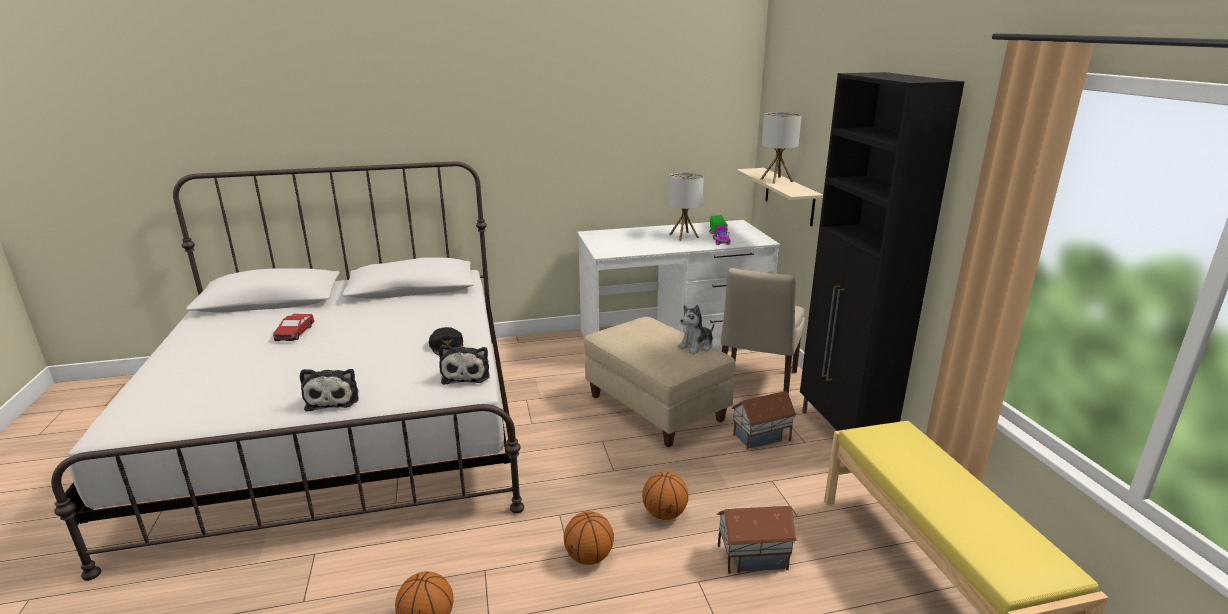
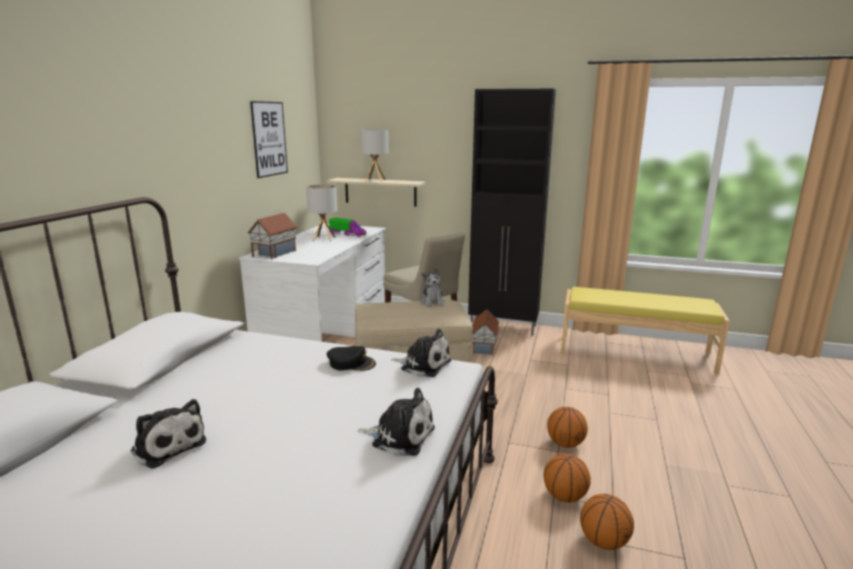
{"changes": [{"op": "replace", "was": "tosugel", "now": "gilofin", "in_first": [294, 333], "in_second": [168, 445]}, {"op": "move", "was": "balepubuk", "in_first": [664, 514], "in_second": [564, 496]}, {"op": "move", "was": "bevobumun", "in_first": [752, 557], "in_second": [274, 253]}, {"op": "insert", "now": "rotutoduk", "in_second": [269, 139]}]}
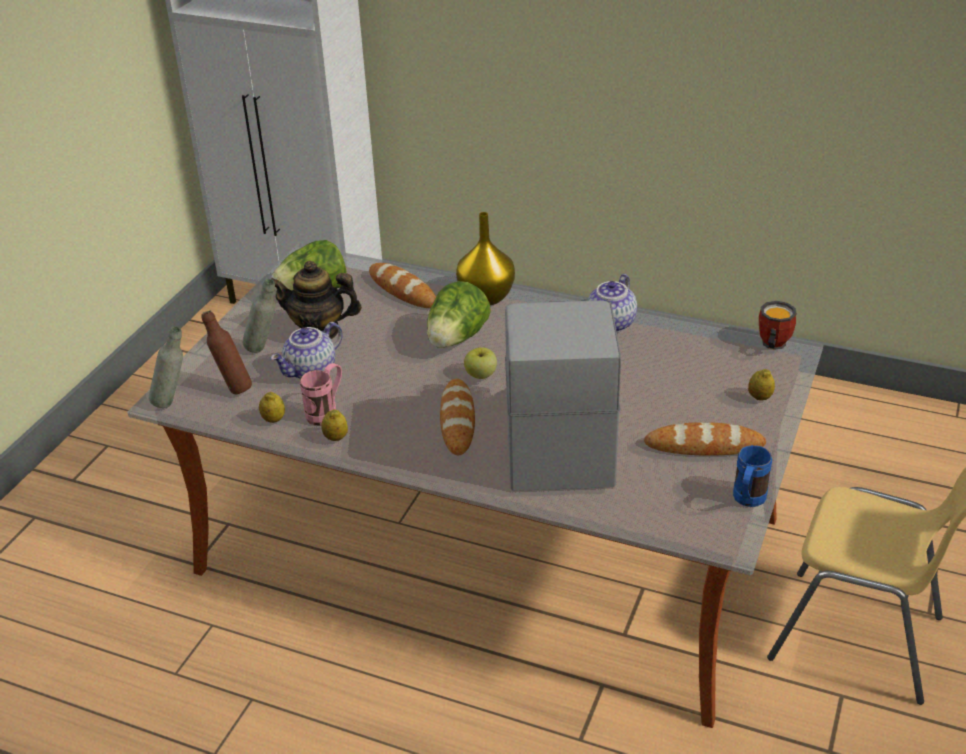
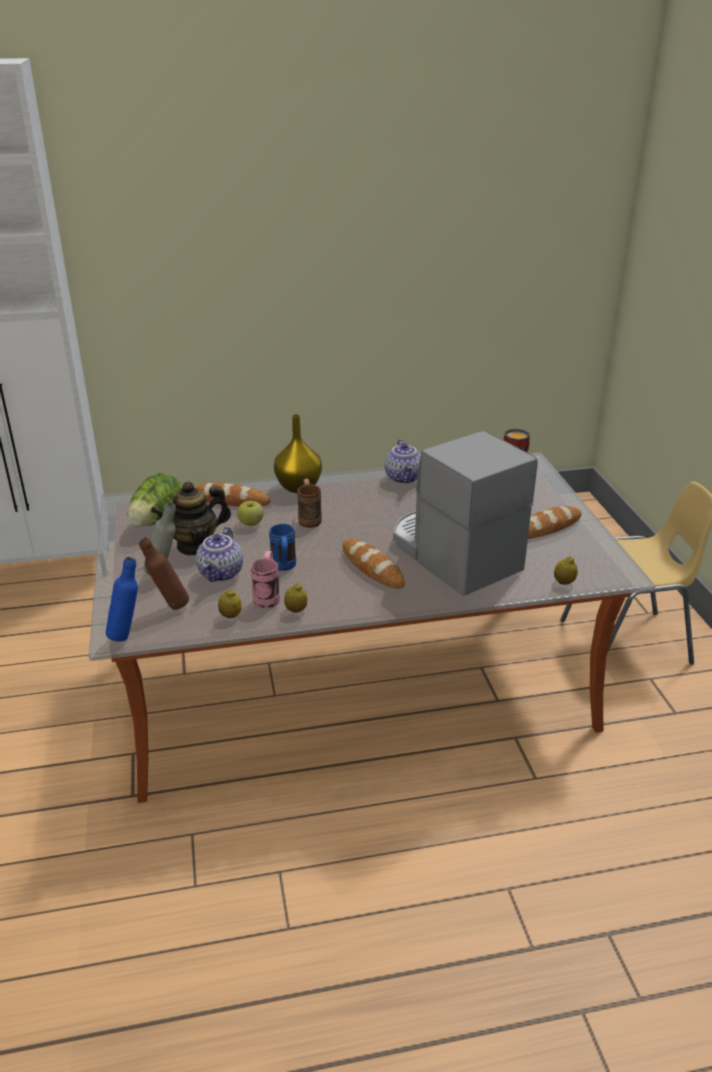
{"changes": [{"op": "replace", "was": "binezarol", "now": "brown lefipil", "in_first": [456, 339], "in_second": [309, 518]}, {"op": "recolor", "was": "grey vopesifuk", "now": "blue vopesifuk", "in_first": [173, 402], "in_second": [127, 634]}, {"op": "move", "was": "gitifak", "in_first": [481, 375], "in_second": [251, 523]}, {"op": "move", "was": "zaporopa", "in_first": [760, 397], "in_second": [564, 582]}, {"op": "move", "was": "blue lefipil", "in_first": [747, 501], "in_second": [284, 567]}]}
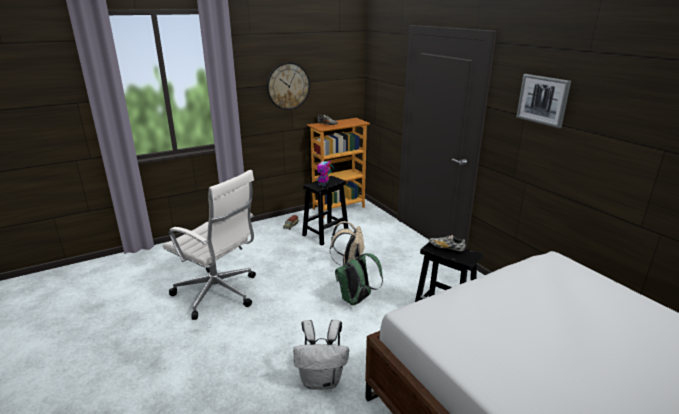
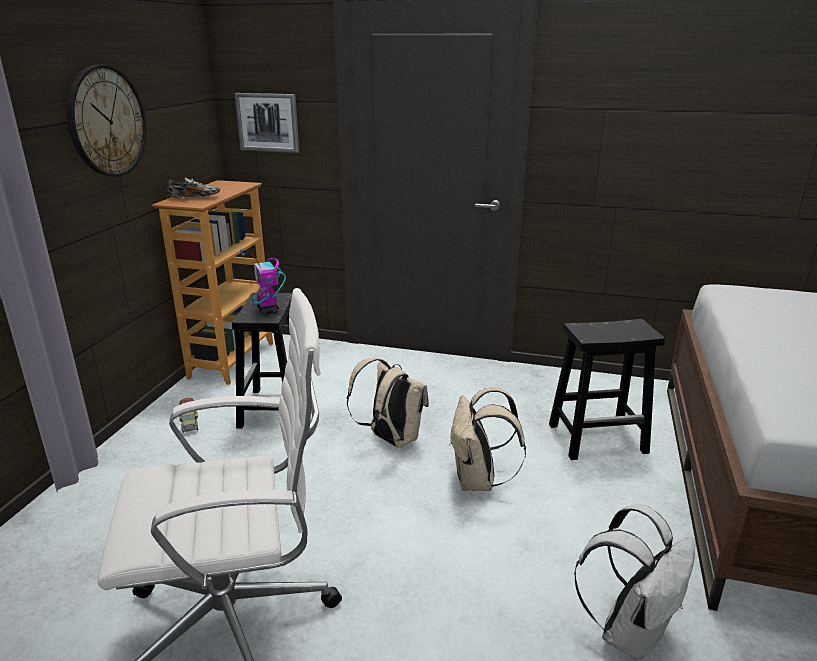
{"changes": [{"op": "move", "was": "rotutoduk", "in_first": [543, 100], "in_second": [268, 122]}, {"op": "delete", "was": "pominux", "in_first": [446, 248]}, {"op": "recolor", "was": "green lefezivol", "now": "beige lefezivol", "in_first": [356, 300], "in_second": [478, 481]}]}
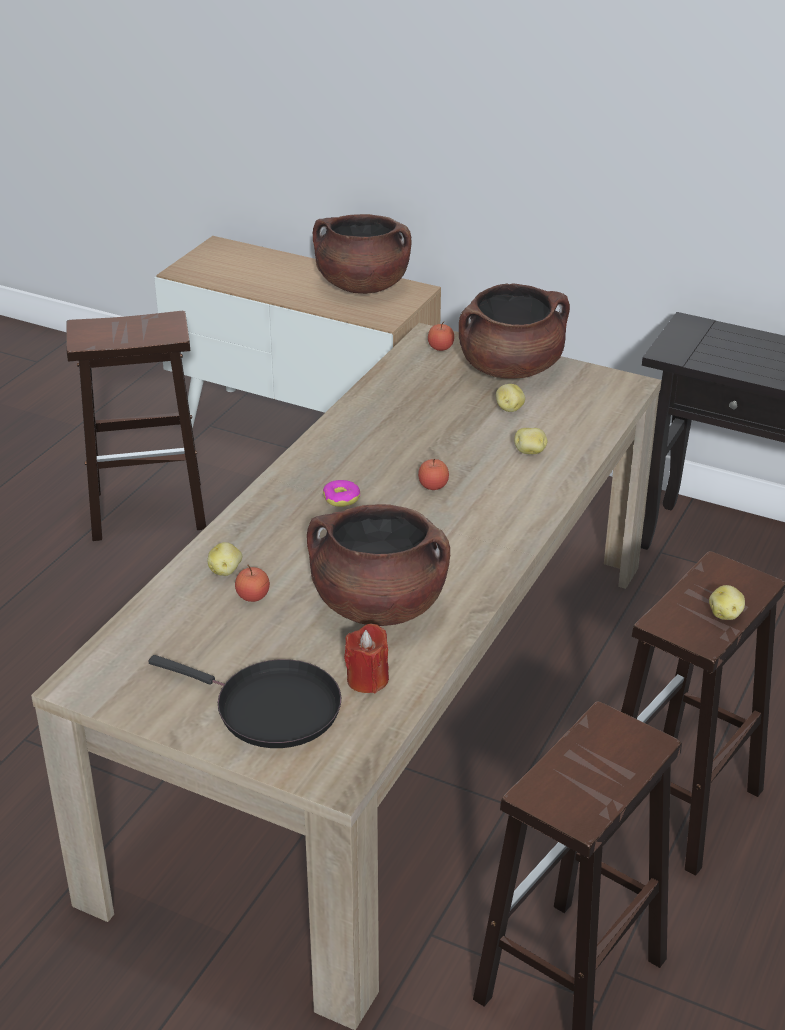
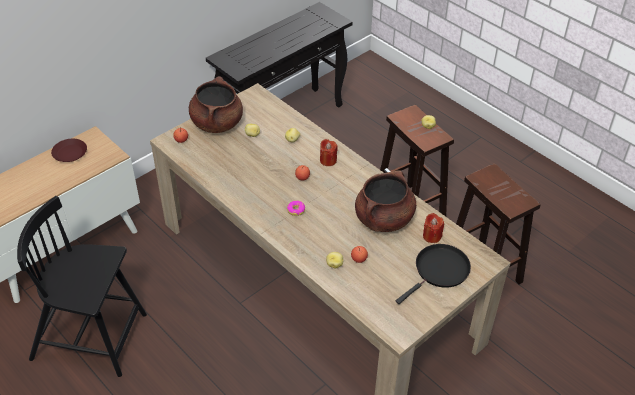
{"changes": [{"op": "replace", "was": "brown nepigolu", "now": "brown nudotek", "in_first": [362, 286], "in_second": [70, 153]}, {"op": "replace", "was": "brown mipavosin", "now": "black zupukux", "in_first": [150, 509], "in_second": [91, 337]}, {"op": "insert", "now": "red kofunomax", "in_second": [328, 160]}]}
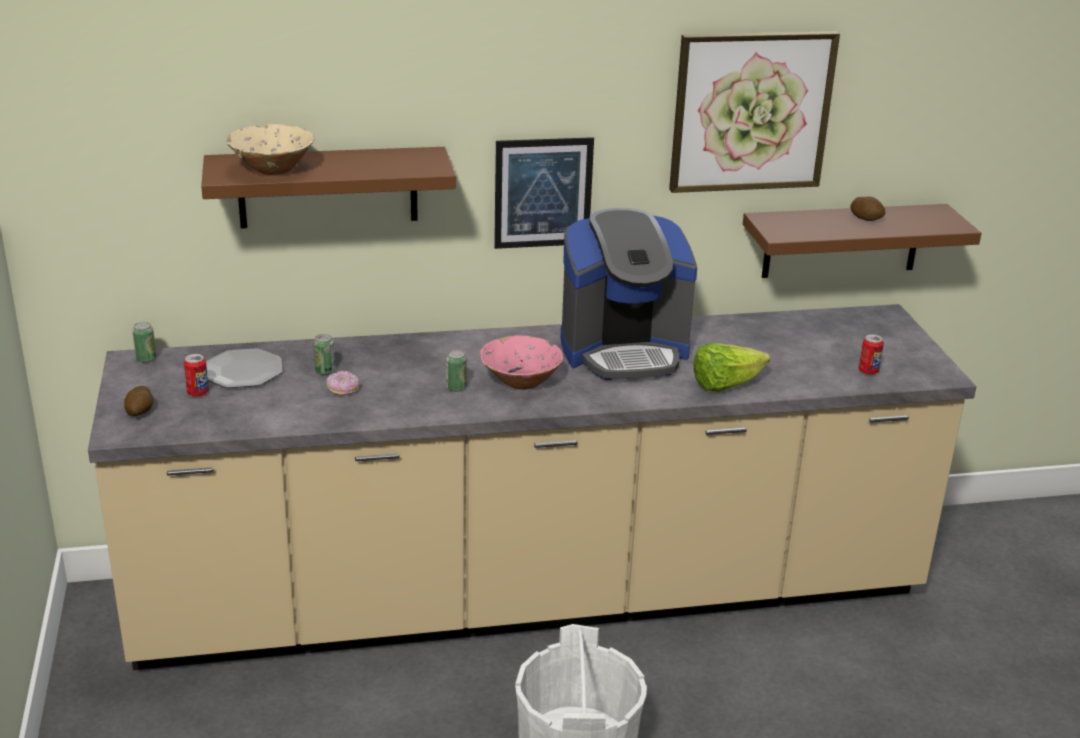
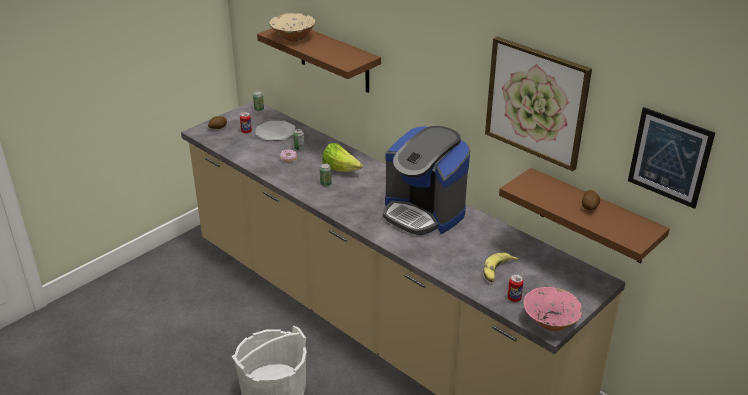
{"changes": [{"op": "move", "was": "rotutoduk", "in_first": [543, 193], "in_second": [669, 157]}, {"op": "move", "was": "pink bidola", "in_first": [521, 382], "in_second": [550, 322]}, {"op": "move", "was": "binezarol", "in_first": [725, 385], "in_second": [340, 169]}, {"op": "insert", "now": "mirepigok", "in_second": [498, 271]}]}
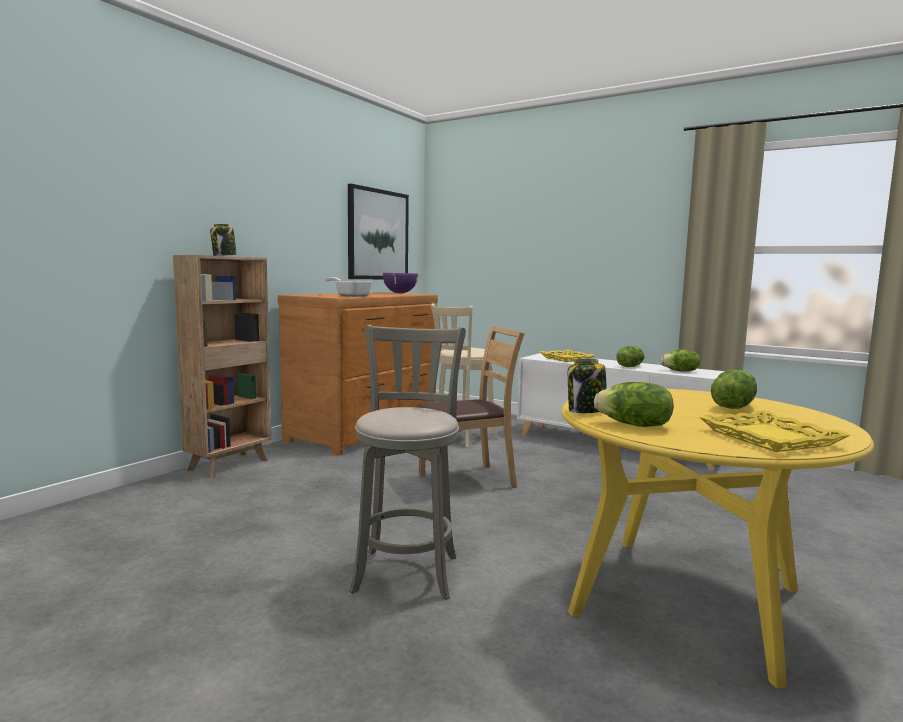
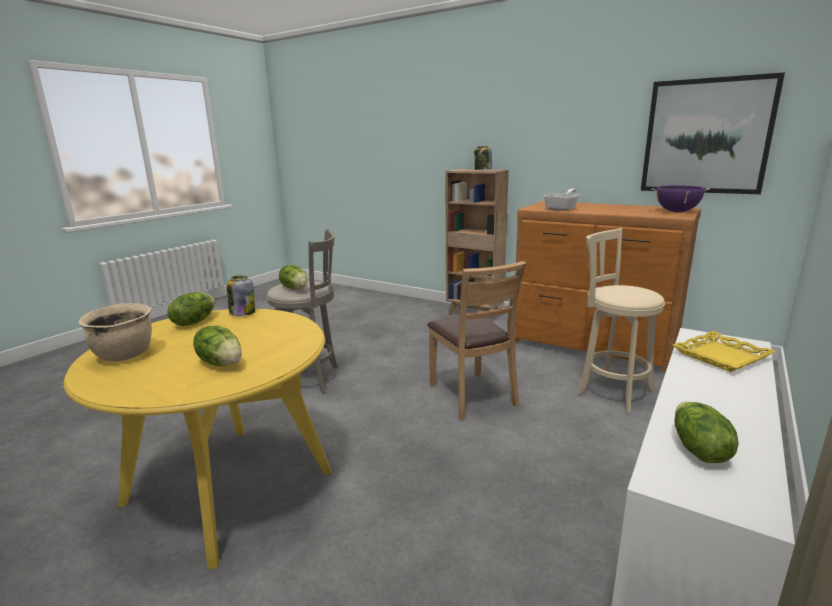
{"changes": [{"op": "move", "was": "binezarol", "in_first": [630, 366], "in_second": [295, 288]}, {"op": "replace", "was": "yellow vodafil", "now": "beige nepigolu", "in_first": [768, 438], "in_second": [125, 355]}]}
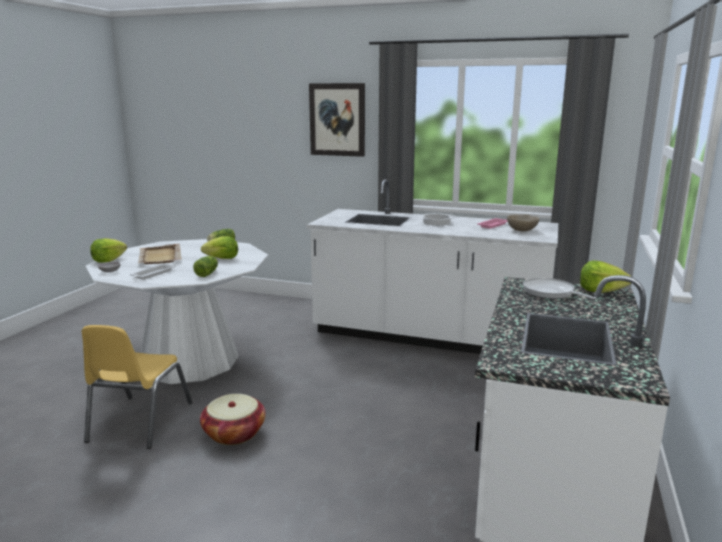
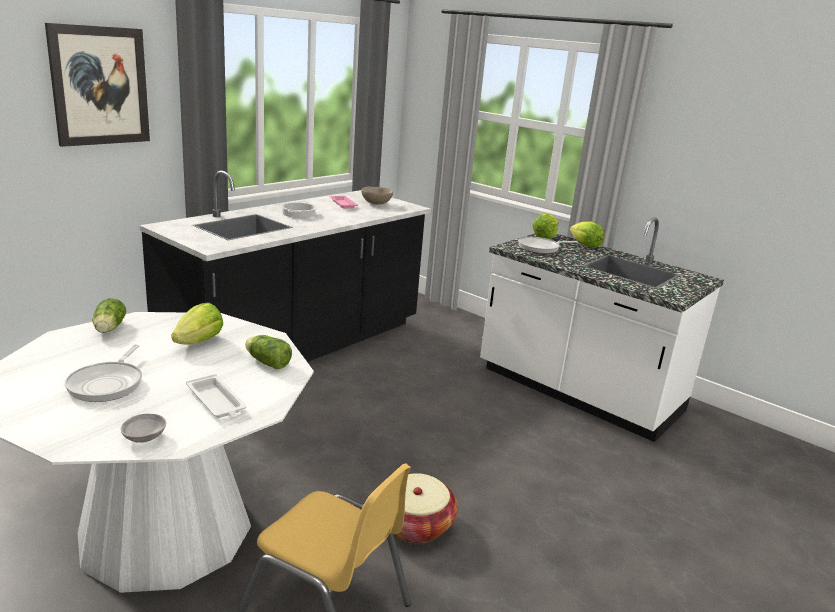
{"changes": [{"op": "recolor", "was": "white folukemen", "now": "black folukemen", "in_first": [429, 336], "in_second": [298, 348]}, {"op": "move", "was": "binezarol", "in_first": [108, 260], "in_second": [585, 245]}, {"op": "replace", "was": "beige vodafil", "now": "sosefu", "in_first": [160, 256], "in_second": [108, 384]}]}
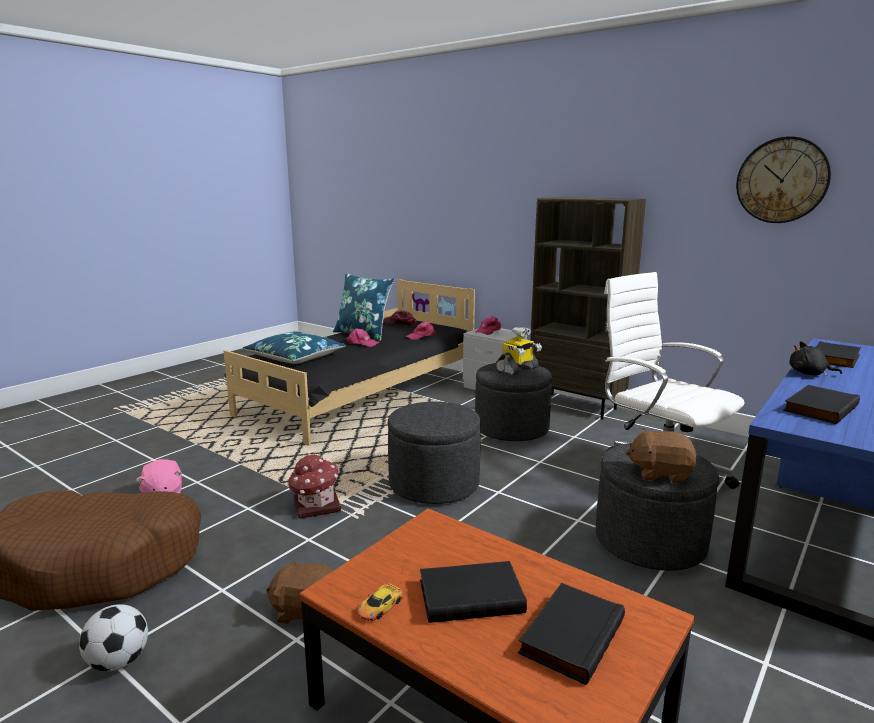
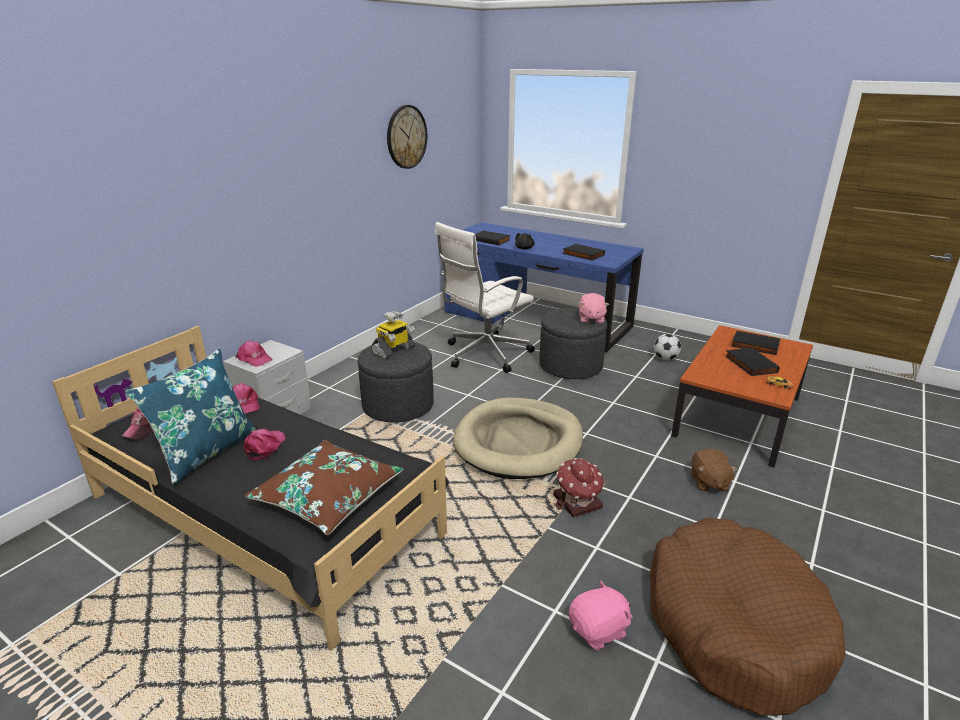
{"changes": [{"op": "delete", "was": "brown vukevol", "in_first": [576, 406]}, {"op": "rotate", "was": "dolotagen", "in_first": [517, 369], "in_second": [394, 351], "clockwise": 90}, {"op": "recolor", "was": "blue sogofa", "now": "brown sogofa", "in_first": [295, 357], "in_second": [328, 496]}, {"op": "replace", "was": "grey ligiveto", "now": "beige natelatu", "in_first": [434, 484], "in_second": [518, 442]}, {"op": "recolor", "was": "brown gilofin", "now": "pink gilofin", "in_first": [660, 473], "in_second": [591, 319]}, {"op": "move", "was": "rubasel", "in_first": [118, 662], "in_second": [665, 358]}]}
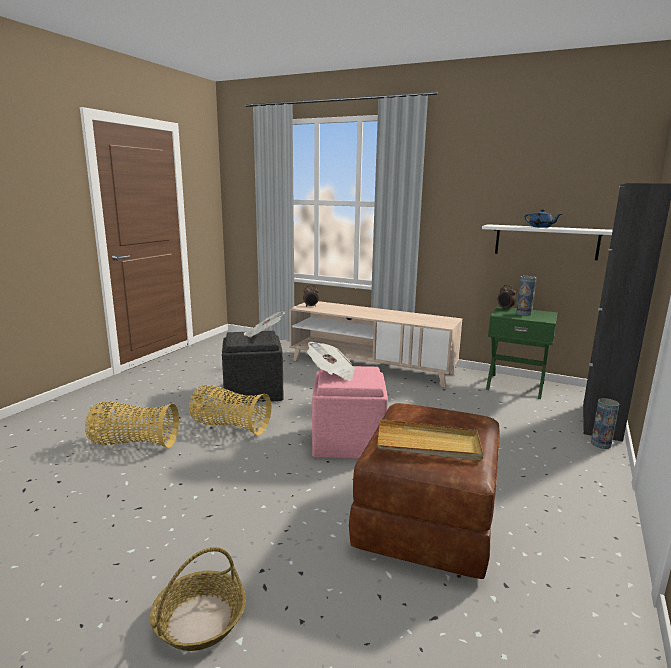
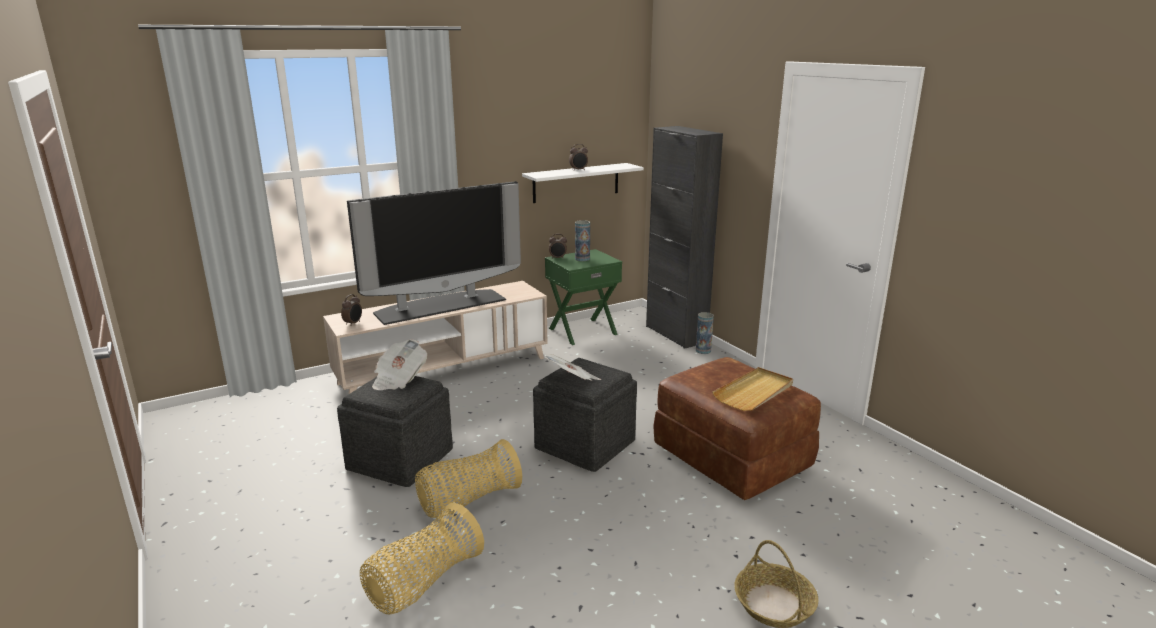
{"changes": [{"op": "replace", "was": "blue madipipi", "now": "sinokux", "in_first": [541, 227], "in_second": [578, 170]}, {"op": "recolor", "was": "pink ligiveto", "now": "grey ligiveto", "in_first": [349, 442], "in_second": [586, 444]}, {"op": "insert", "now": "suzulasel", "in_second": [440, 305]}]}
